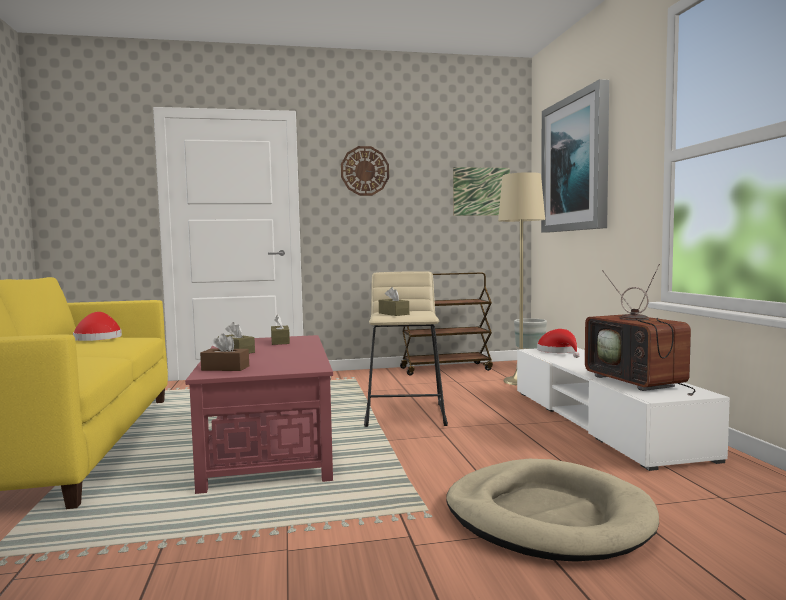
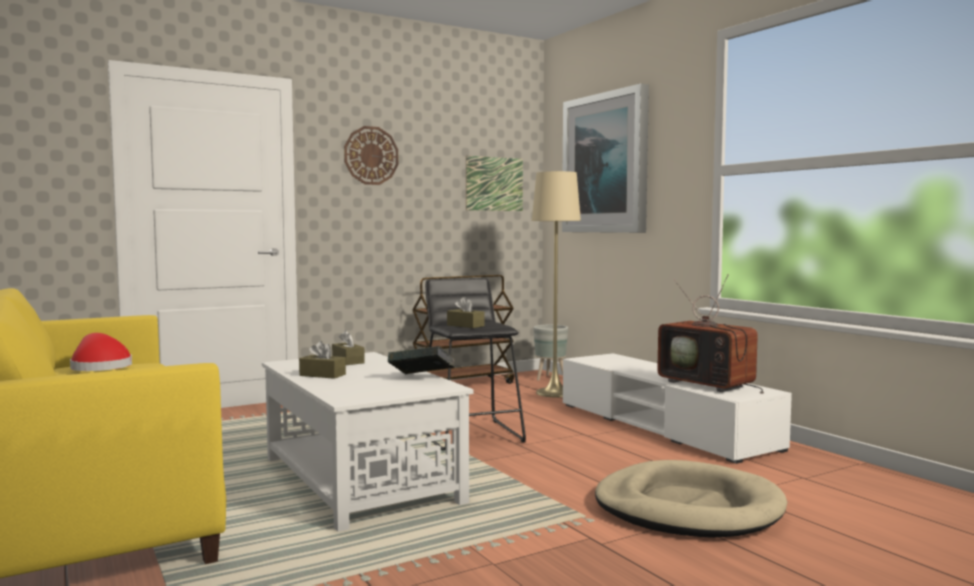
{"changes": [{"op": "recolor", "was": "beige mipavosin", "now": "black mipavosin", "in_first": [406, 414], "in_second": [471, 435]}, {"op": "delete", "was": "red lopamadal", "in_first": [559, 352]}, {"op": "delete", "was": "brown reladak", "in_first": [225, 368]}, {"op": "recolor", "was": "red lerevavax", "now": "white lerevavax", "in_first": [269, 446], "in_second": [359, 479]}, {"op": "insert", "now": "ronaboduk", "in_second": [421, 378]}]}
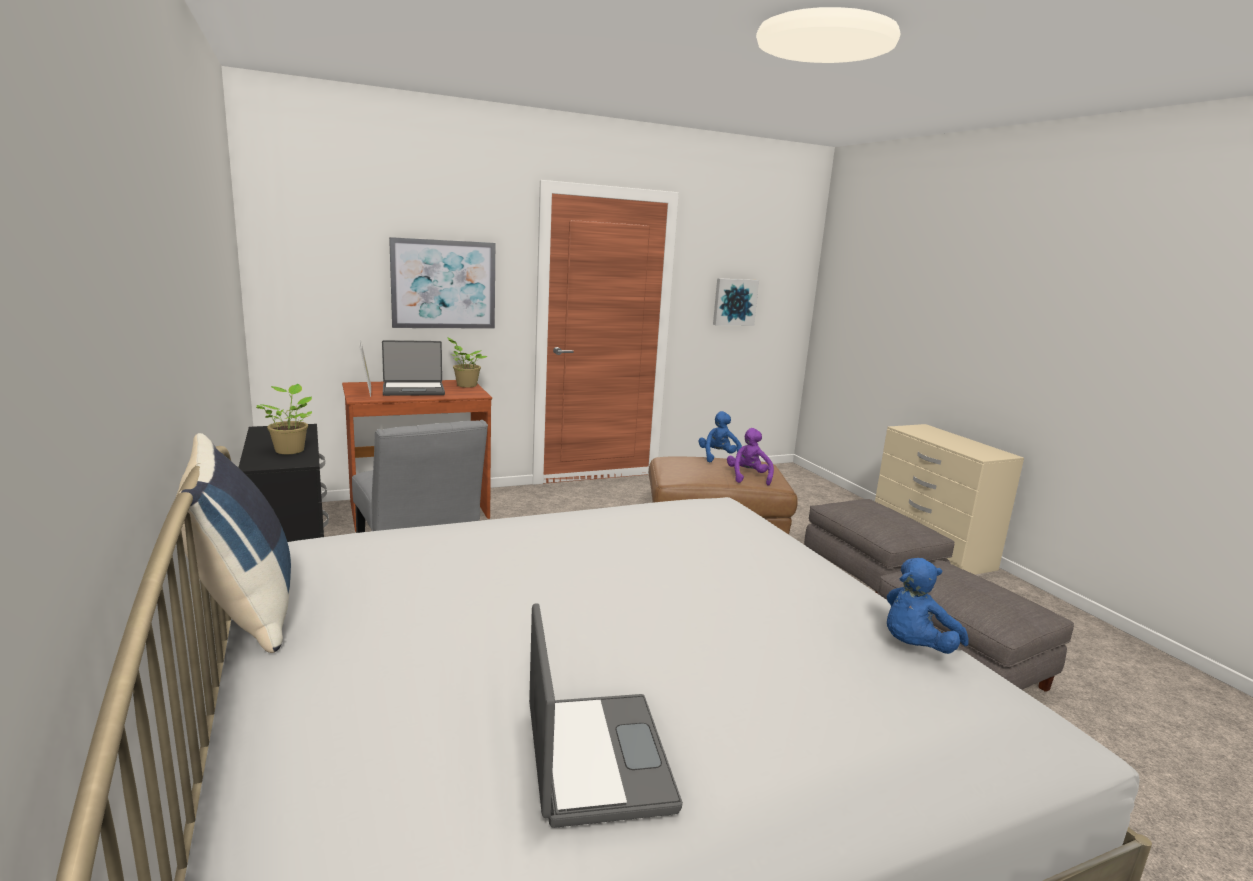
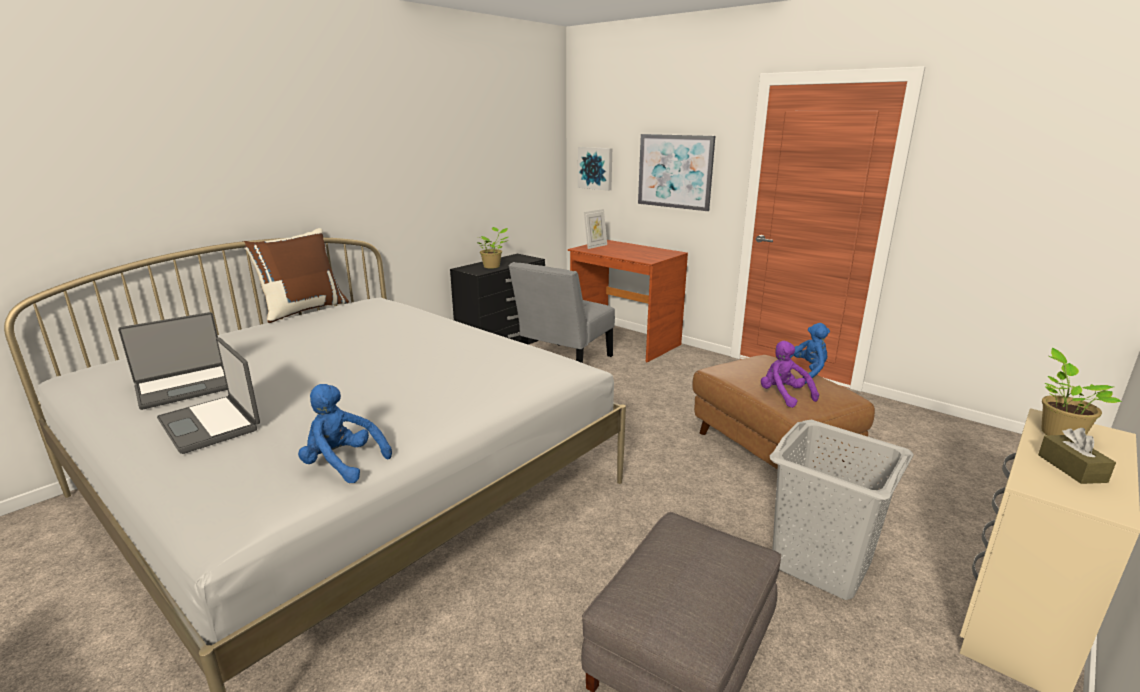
{"changes": [{"op": "move", "was": "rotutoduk", "in_first": [734, 302], "in_second": [596, 168]}, {"op": "move", "was": "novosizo", "in_first": [465, 385], "in_second": [1058, 433]}, {"op": "move", "was": "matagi", "in_first": [413, 390], "in_second": [212, 424]}, {"op": "rotate", "was": "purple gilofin", "in_first": [748, 477], "in_second": [783, 396], "clockwise": -90}, {"op": "recolor", "was": "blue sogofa", "now": "brown sogofa", "in_first": [243, 610], "in_second": [303, 310]}, {"op": "replace", "was": "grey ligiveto", "now": "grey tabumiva", "in_first": [870, 579], "in_second": [821, 564]}, {"op": "insert", "now": "brown reladak", "in_second": [1071, 468]}]}
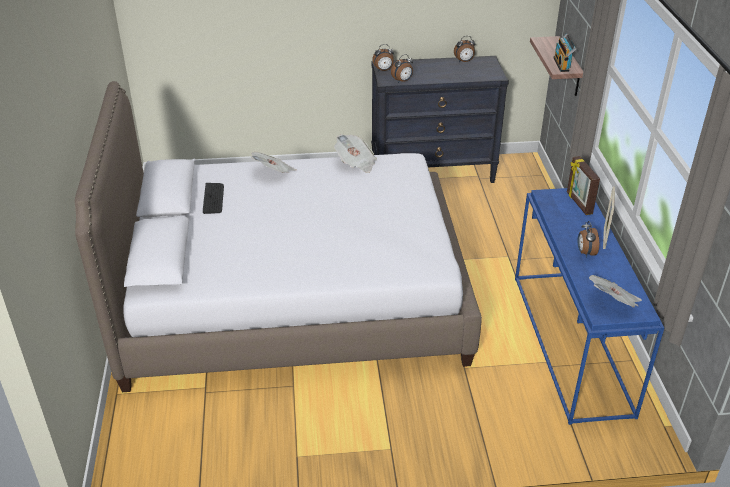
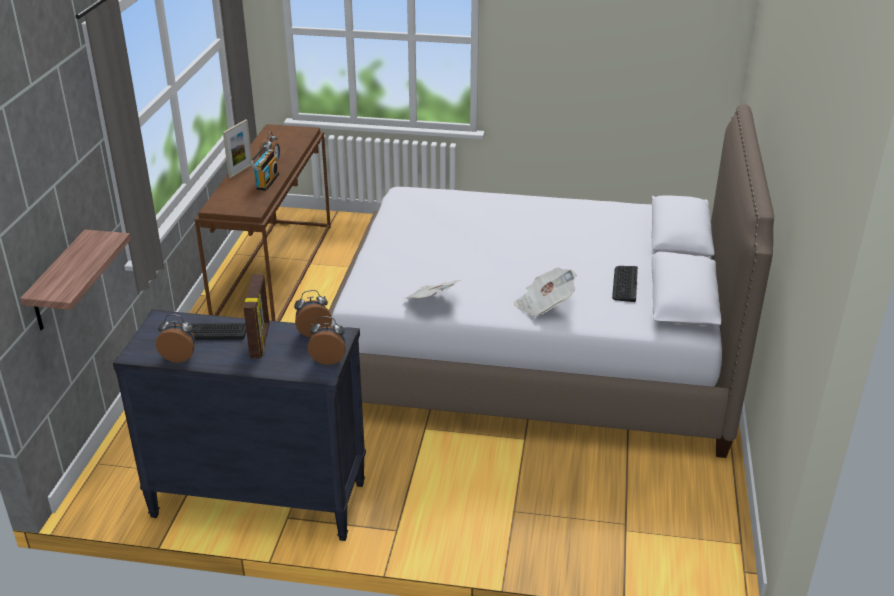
{"changes": [{"op": "move", "was": "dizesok", "in_first": [562, 64], "in_second": [266, 181]}, {"op": "move", "was": "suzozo", "in_first": [578, 203], "in_second": [260, 341]}, {"op": "recolor", "was": "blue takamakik", "now": "brown takamakik", "in_first": [572, 343], "in_second": [274, 271]}, {"op": "delete", "was": "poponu", "in_first": [614, 302]}, {"op": "insert", "now": "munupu", "in_second": [209, 332]}]}
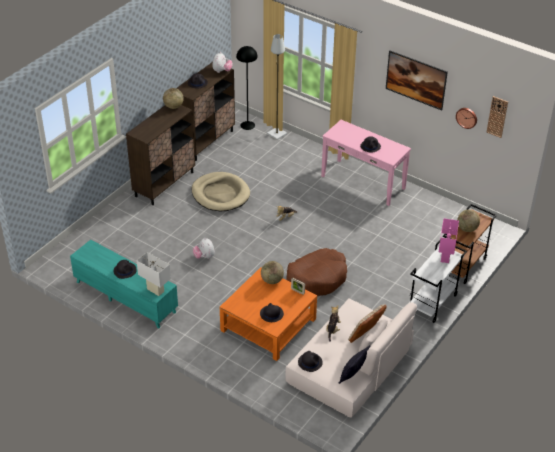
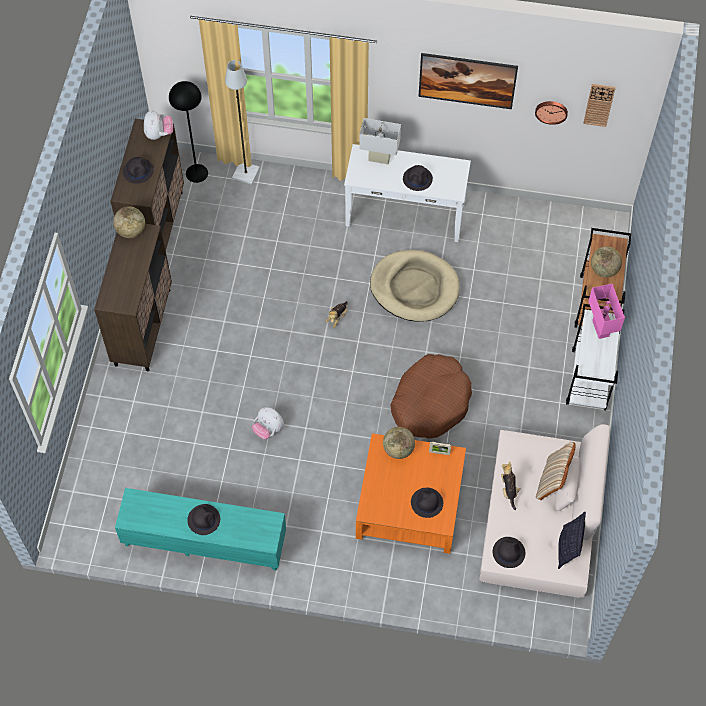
{"changes": [{"op": "recolor", "was": "pink takamakik", "now": "white takamakik", "in_first": [363, 182], "in_second": [405, 214]}, {"op": "move", "was": "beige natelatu", "in_first": [220, 194], "in_second": [414, 288]}, {"op": "move", "was": "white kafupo", "in_first": [155, 290], "in_second": [379, 158]}]}
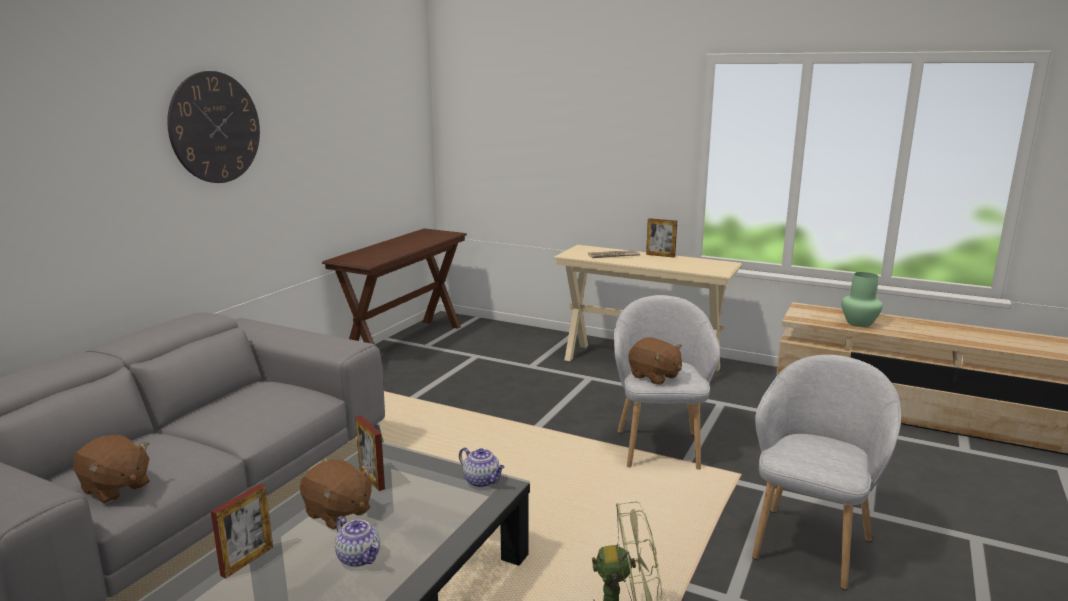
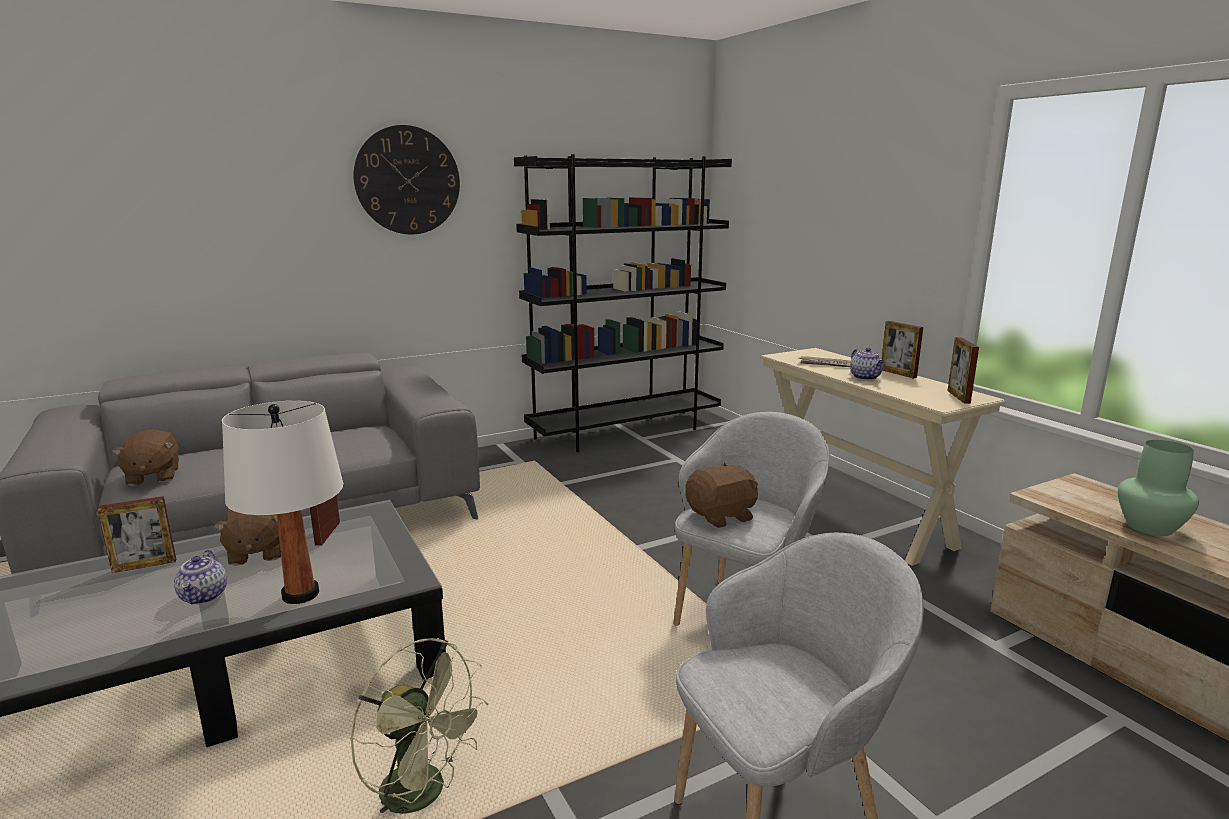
{"changes": [{"op": "replace", "was": "brown takamakik", "now": "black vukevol", "in_first": [405, 344], "in_second": [625, 432]}, {"op": "rotate", "was": "brown gilofin", "in_first": [654, 376], "in_second": [721, 516], "clockwise": -105}, {"op": "move", "was": "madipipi", "in_first": [482, 481], "in_second": [866, 377]}, {"op": "insert", "now": "suzozo", "in_second": [958, 397]}, {"op": "insert", "now": "white kafupo", "in_second": [301, 594]}]}
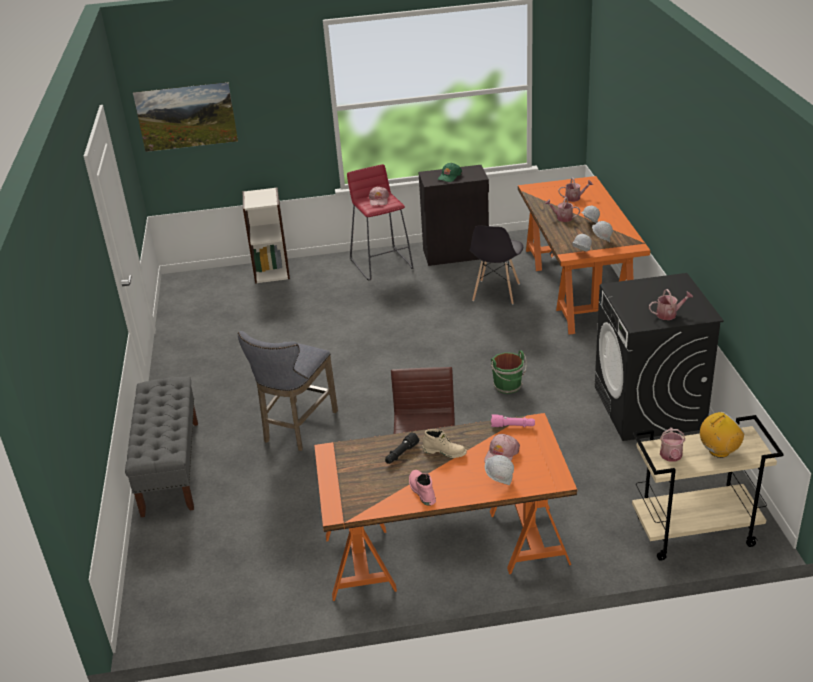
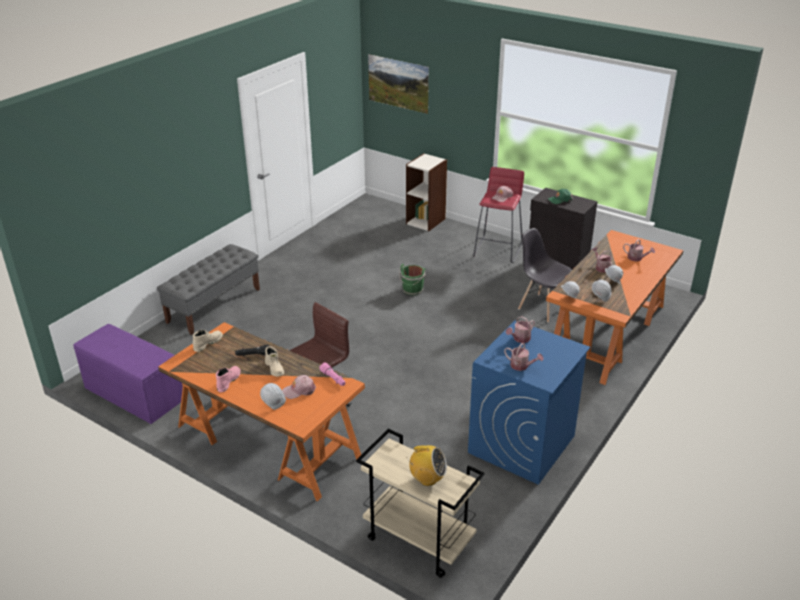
{"changes": [{"op": "rotate", "was": "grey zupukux", "in_first": [496, 292], "in_second": [542, 308], "clockwise": 75}, {"op": "recolor", "was": "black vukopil", "now": "blue vukopil", "in_first": [649, 408], "in_second": [521, 444]}, {"op": "delete", "was": "grey mipavosin", "in_first": [297, 428]}, {"op": "move", "was": "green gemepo", "in_first": [508, 386], "in_second": [412, 290]}, {"op": "move", "was": "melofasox", "in_first": [671, 457], "in_second": [520, 339]}, {"op": "insert", "now": "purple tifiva", "in_second": [133, 394]}, {"op": "insert", "now": "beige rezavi", "in_second": [207, 343]}]}
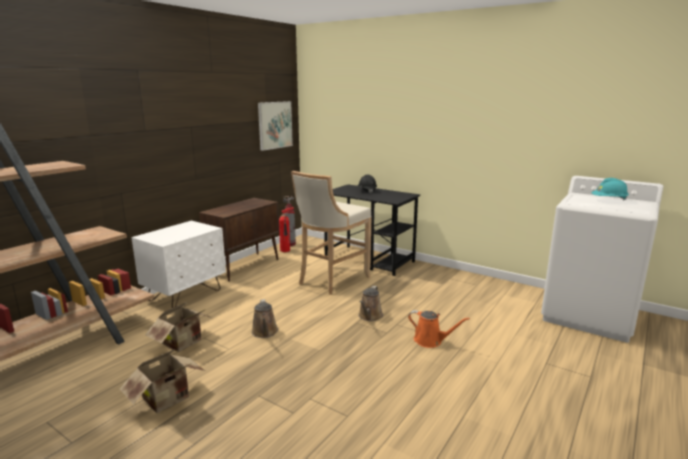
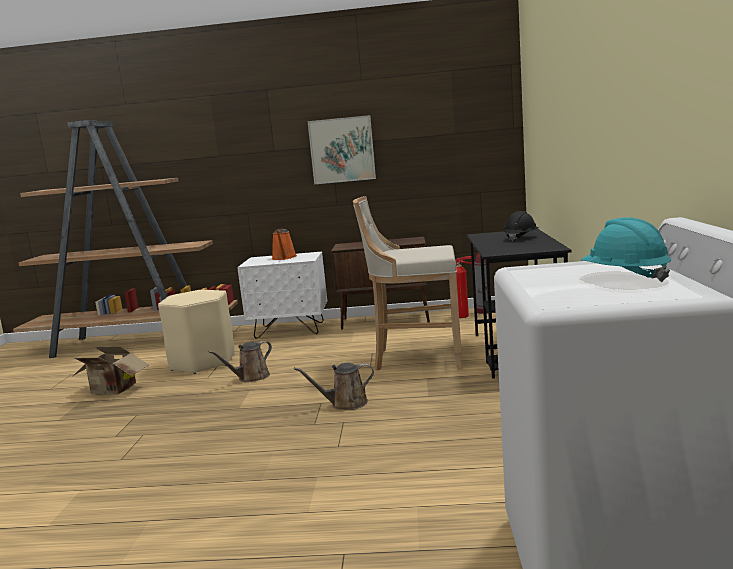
{"changes": [{"op": "move", "was": "rotutoduk", "in_first": [275, 125], "in_second": [342, 150]}, {"op": "replace", "was": "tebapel", "now": "beige mipavosin", "in_first": [184, 343], "in_second": [203, 362]}, {"op": "move", "was": "orange melofasox", "in_first": [430, 341], "in_second": [284, 258]}]}
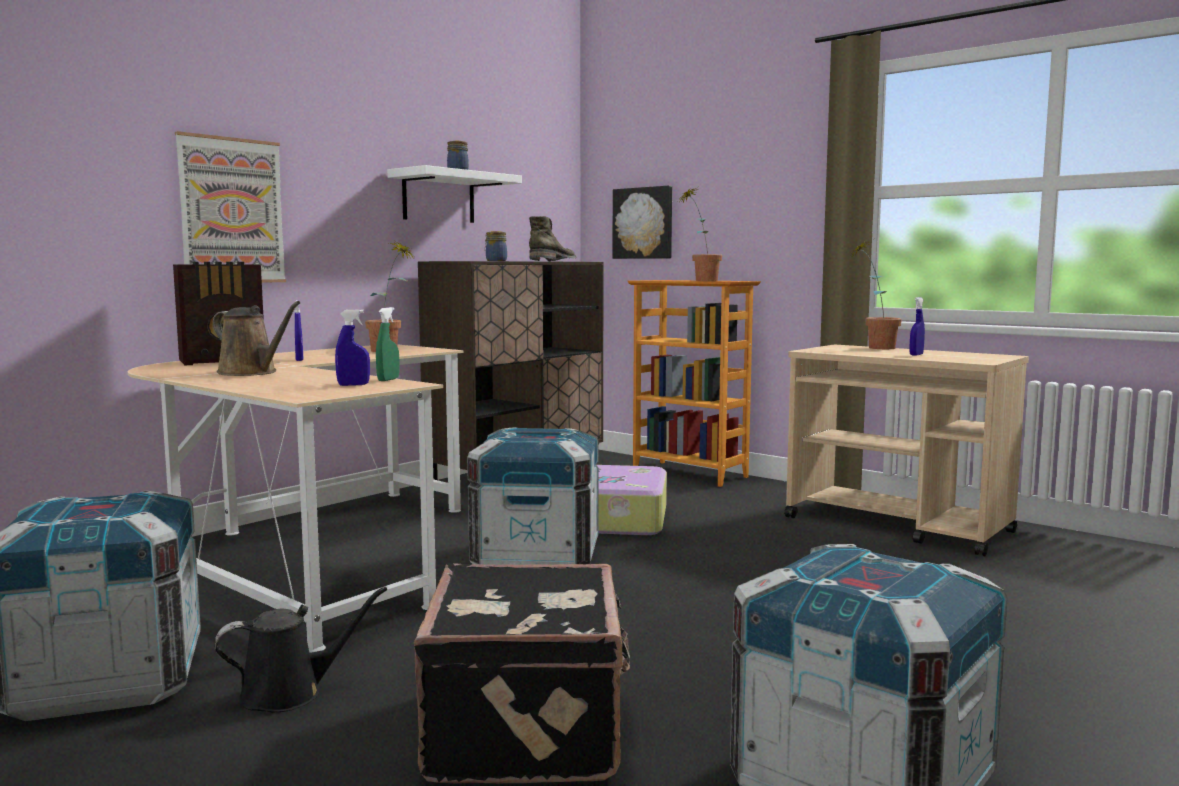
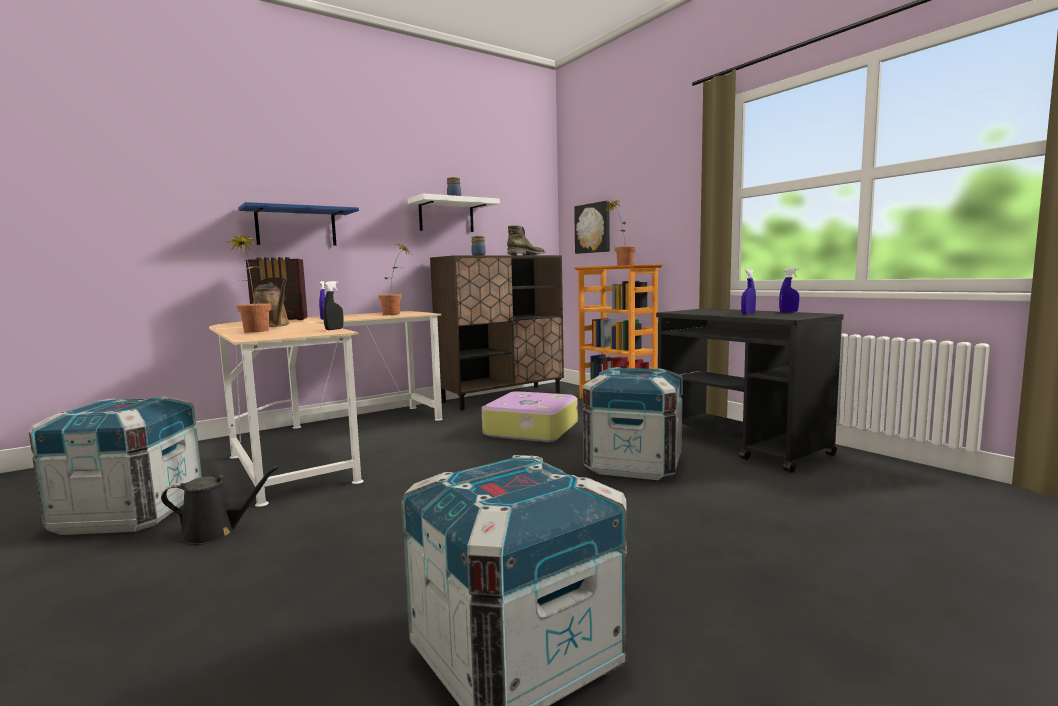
{"changes": [{"op": "replace", "was": "rotutoduk", "now": "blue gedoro", "in_first": [231, 211], "in_second": [296, 227]}, {"op": "move", "was": "novosizo", "in_first": [873, 347], "in_second": [254, 330]}, {"op": "recolor", "was": "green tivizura", "now": "black tivizura", "in_first": [388, 380], "in_second": [334, 329]}, {"op": "move", "was": "blue tivizura", "in_first": [353, 385], "in_second": [788, 312]}, {"op": "recolor", "was": "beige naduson", "now": "black naduson", "in_first": [899, 525], "in_second": [741, 445]}, {"op": "move", "was": "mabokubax", "in_first": [536, 558], "in_second": [634, 465]}, {"op": "delete", "was": "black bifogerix", "in_first": [529, 729]}]}
